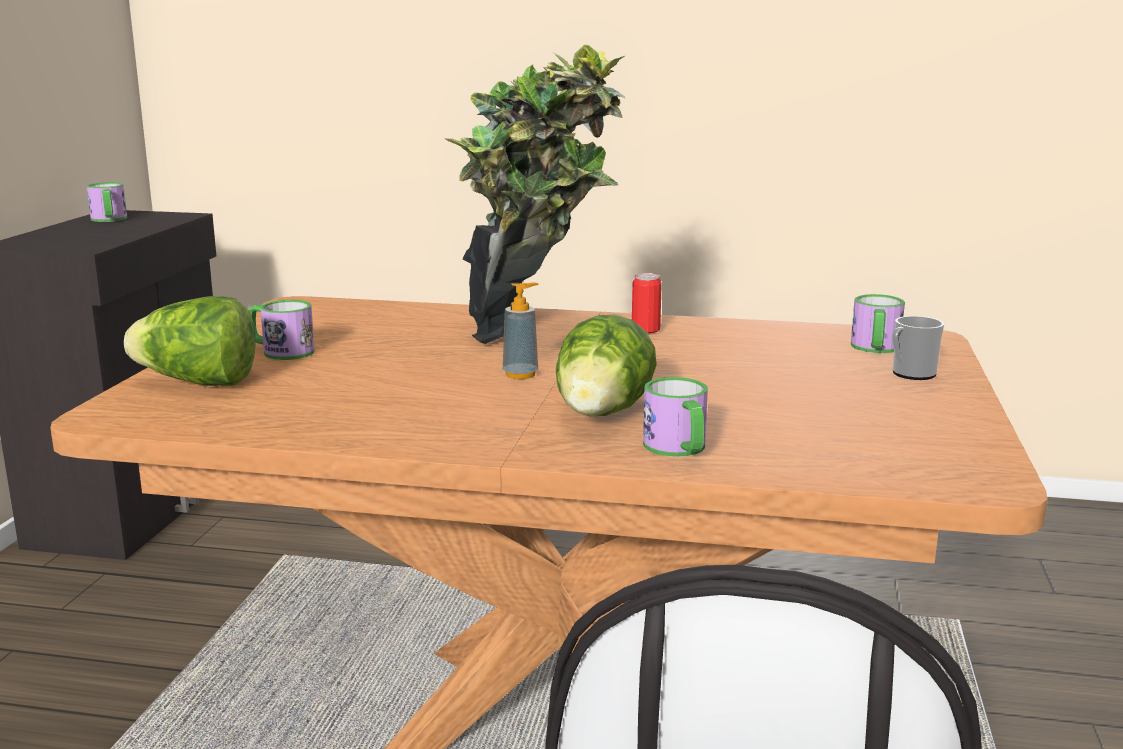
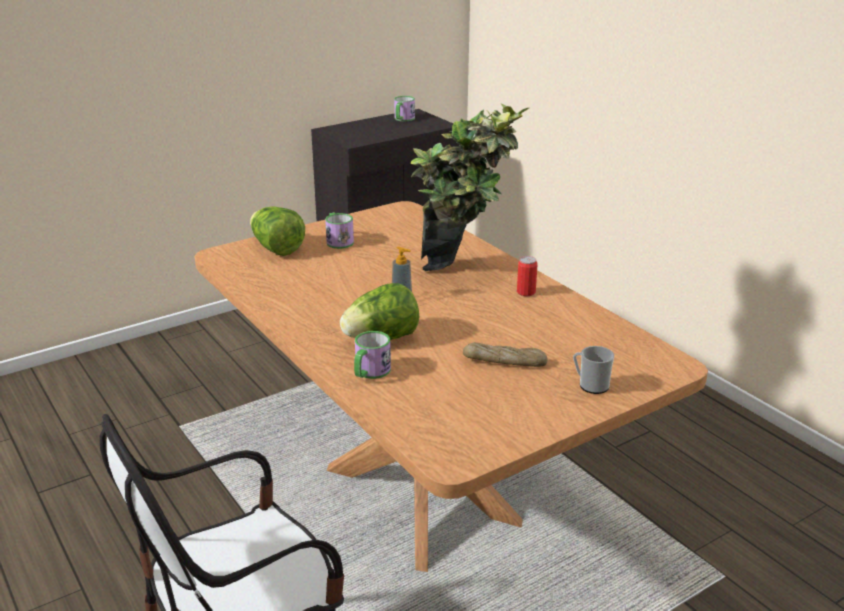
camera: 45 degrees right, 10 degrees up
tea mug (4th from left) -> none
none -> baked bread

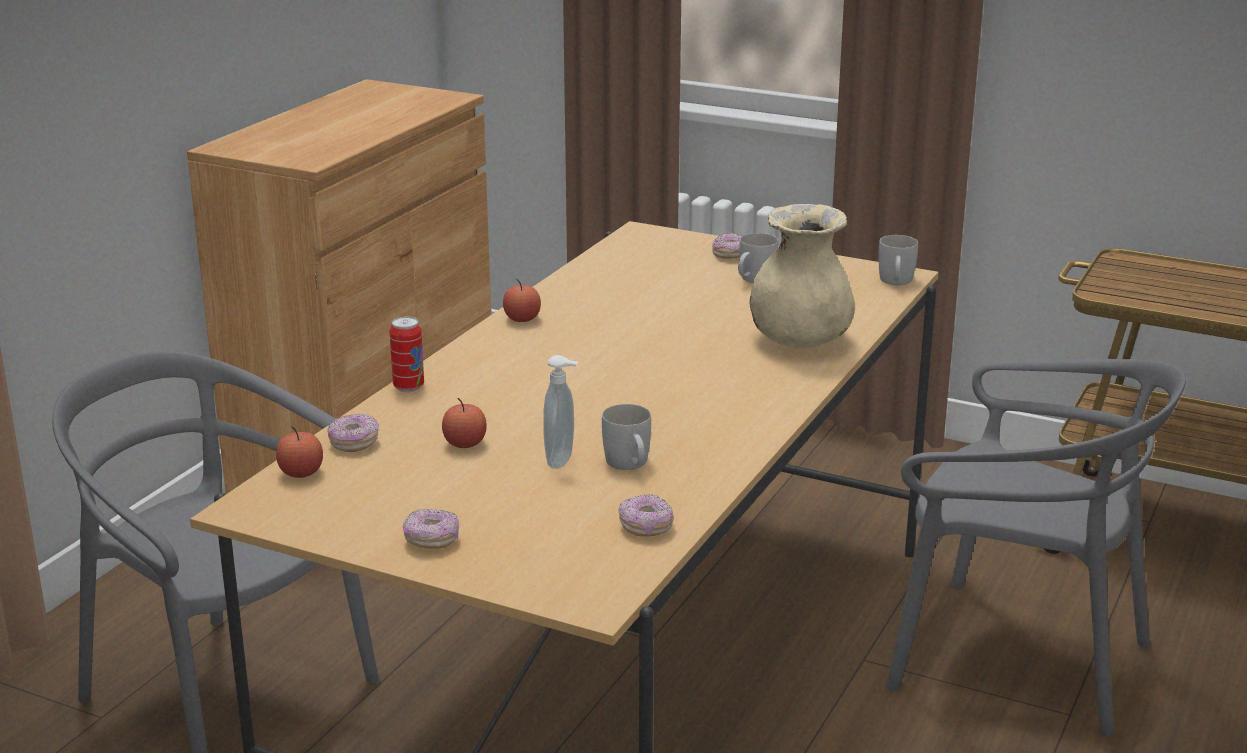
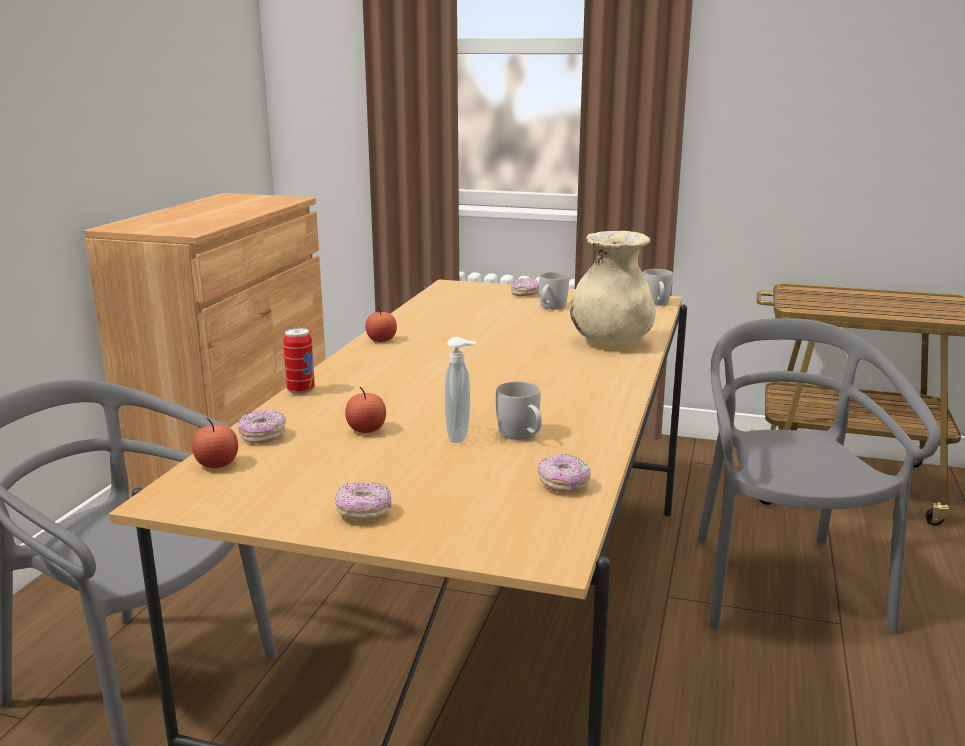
camera: 10 degrees left, 5 degrees down
plain chair (gray) (2nd from left), 105 degrees counterclockwise

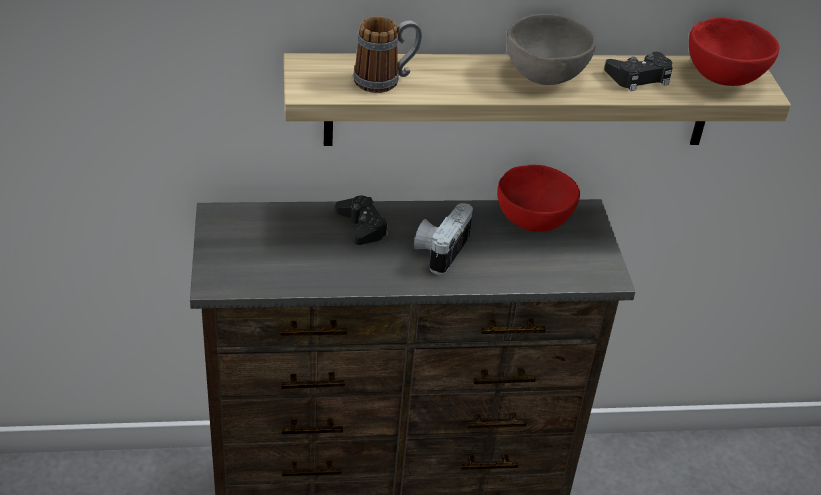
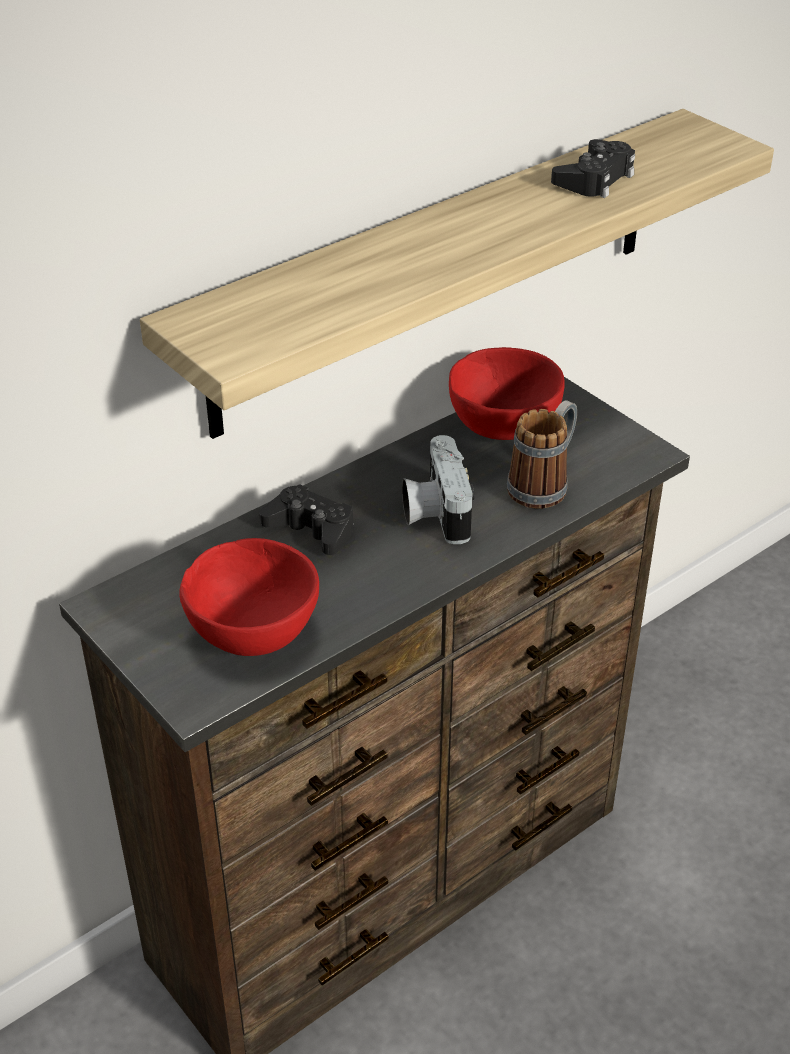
camera: 30 degrees left, 0 degrees up
tea mug, moved
deep dish (gray) -> none
deep dish (red-coloured) (2nd from left in the first image) -> deep dish (red-coloured) (1st from left), moved

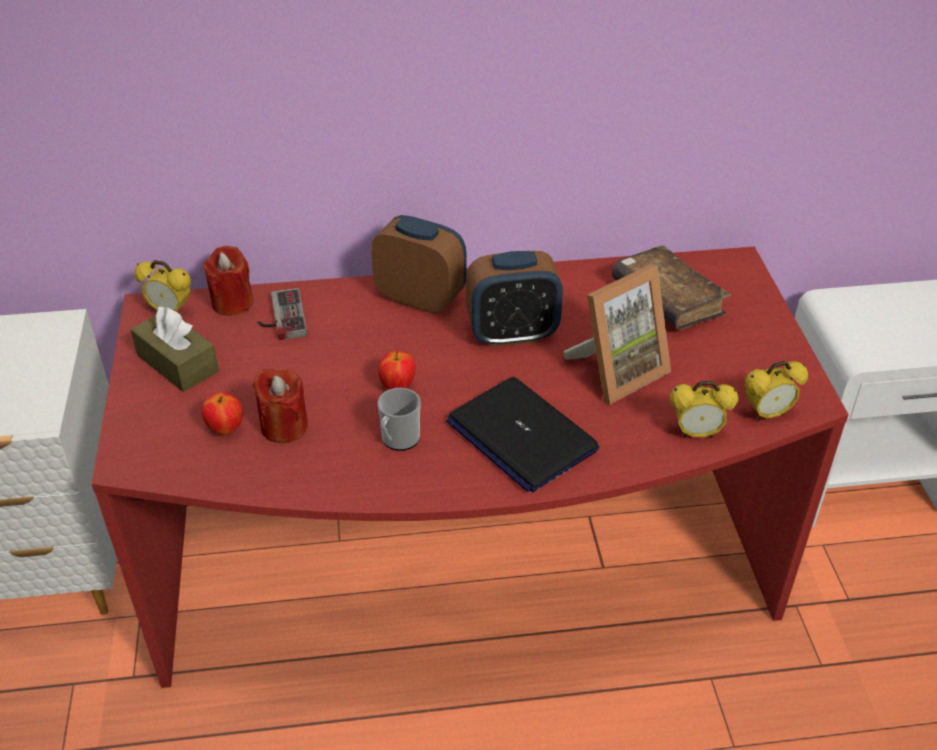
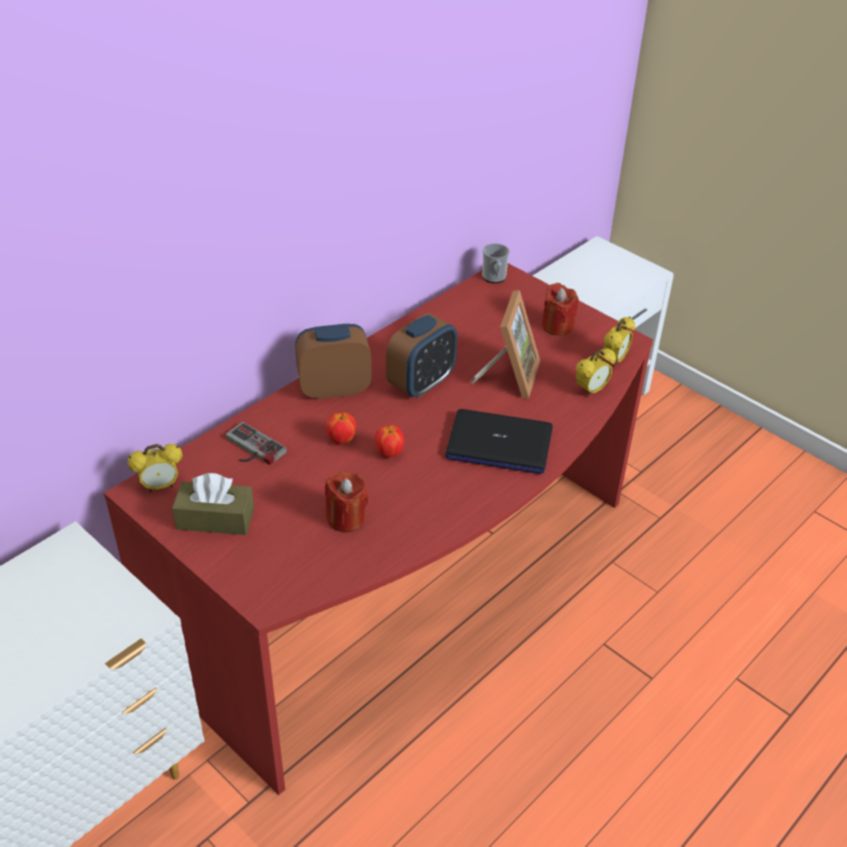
camera: 40 degrees left, 0 degrees up
whole apple (1st from left), moved
candle (red-coloured) (1st from left in the first image) -> candle (red-coloured) (2nd from left), moved
tea mug, moved
volume (brownish) -> none

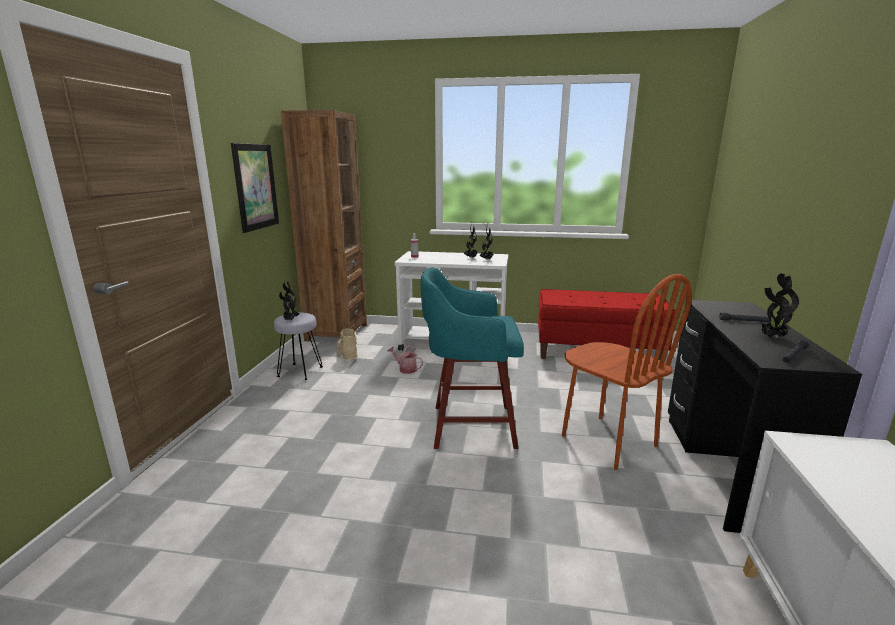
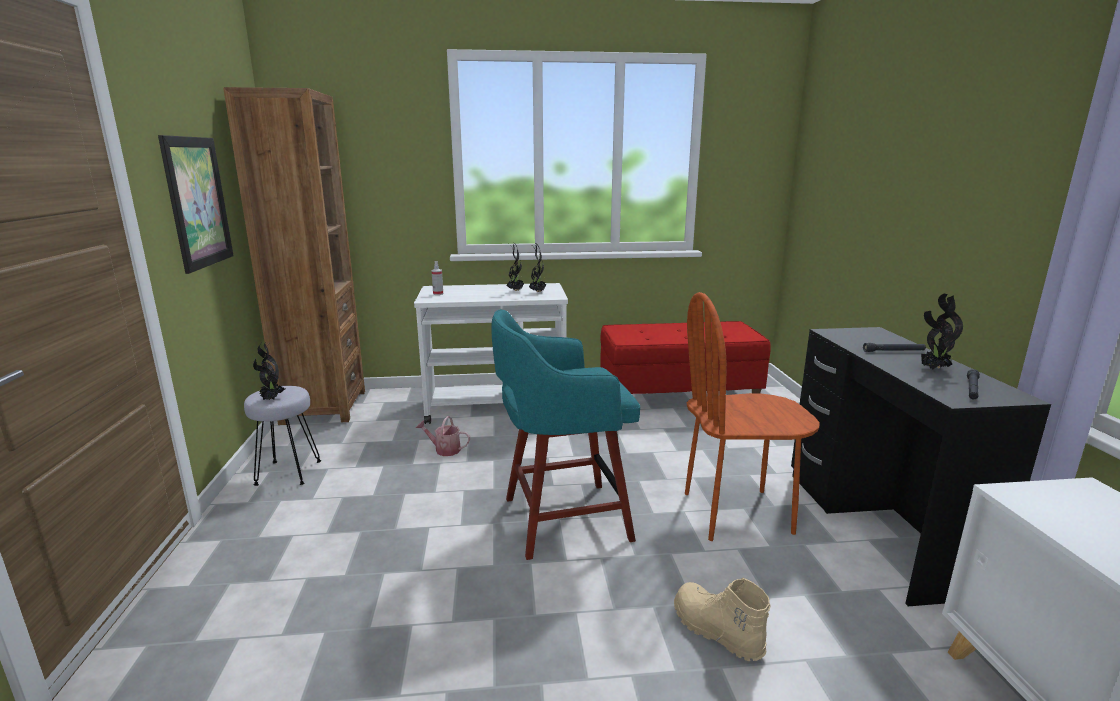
camera: 15 degrees left, 0 degrees up
high-top boot (beige-coloured), moved
plain chair (brownish), 135 degrees clockwise

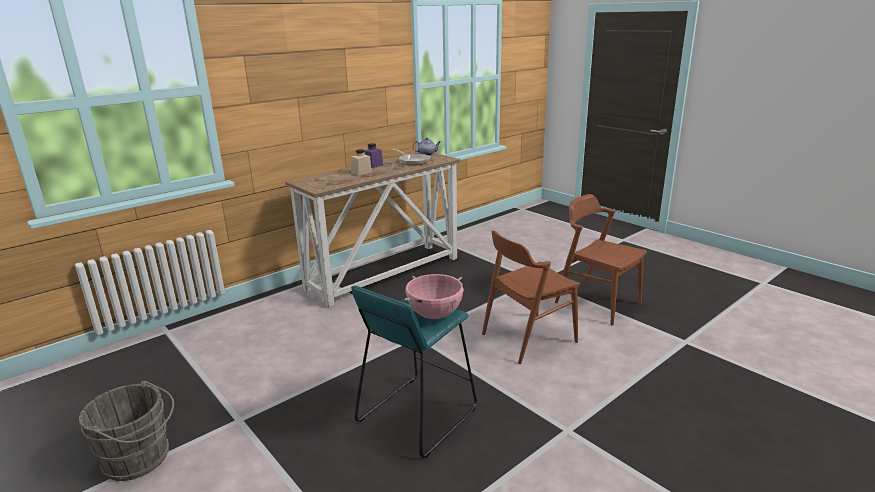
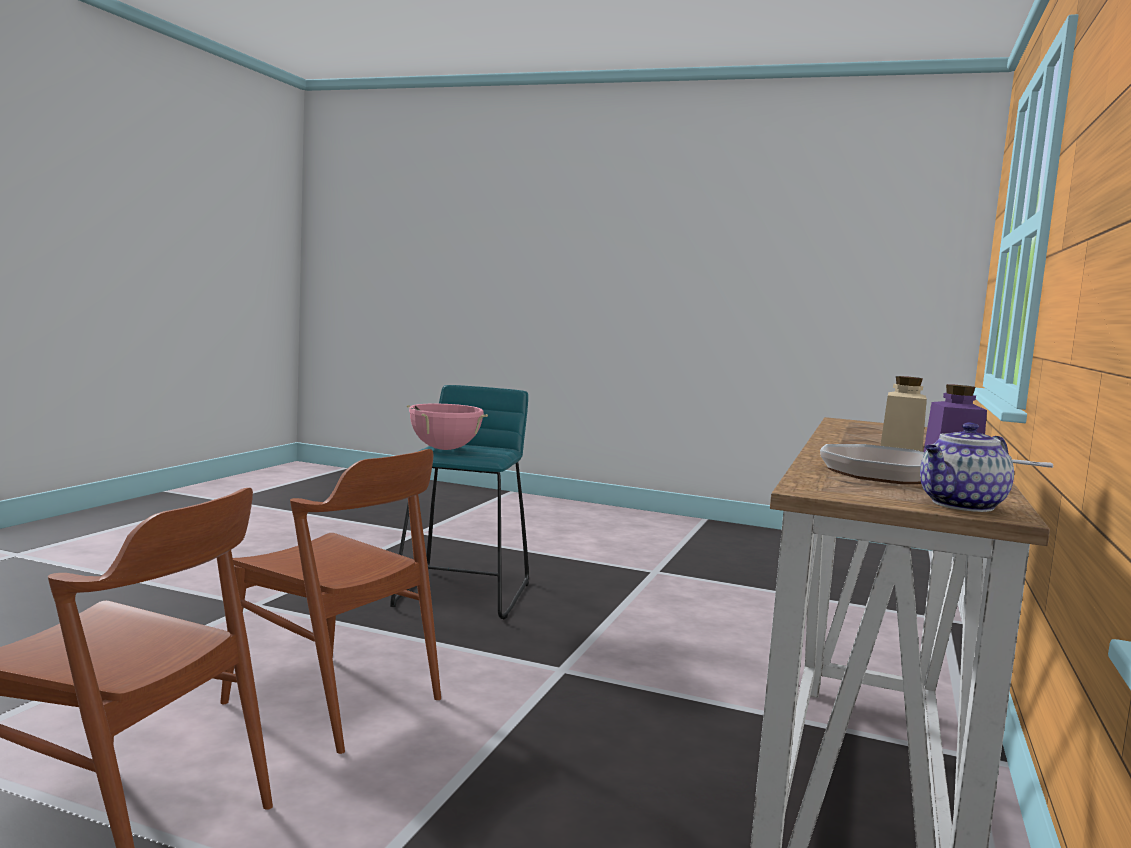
camera: 150 degrees right, 15 degrees down
water bucket (gray) -> none
plain chair (brownish) (1st from left in the first image) -> plain chair (brownish) (2nd from left), 90 degrees clockwise

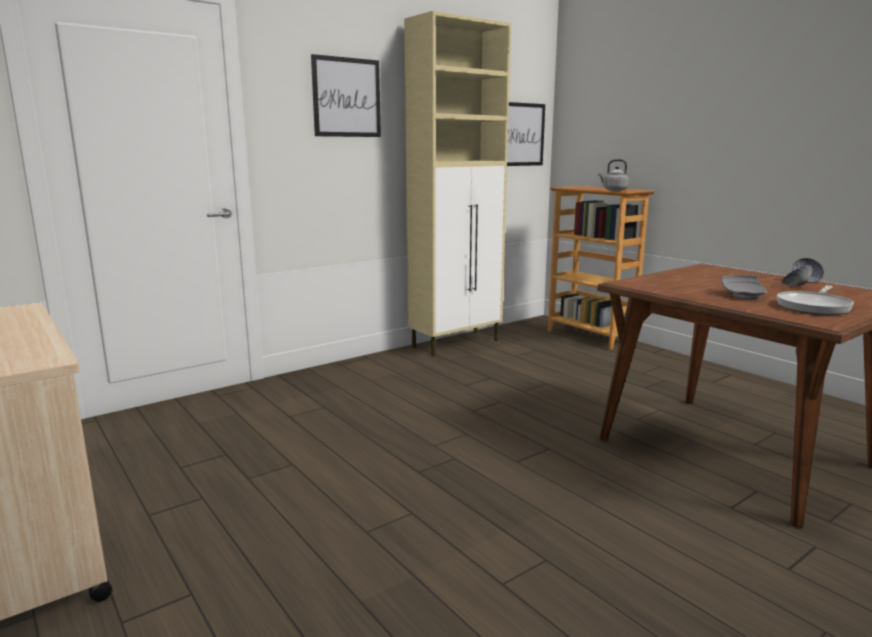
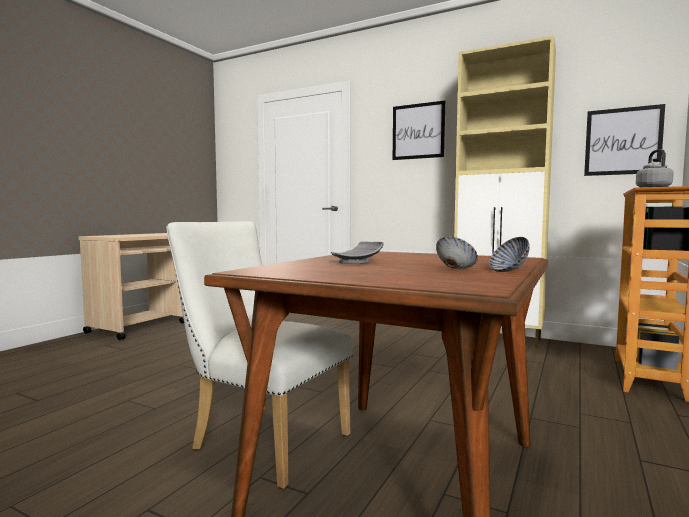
camera: 65 degrees right, 10 degrees down
skillet -> none
none -> plain chair (whitish)

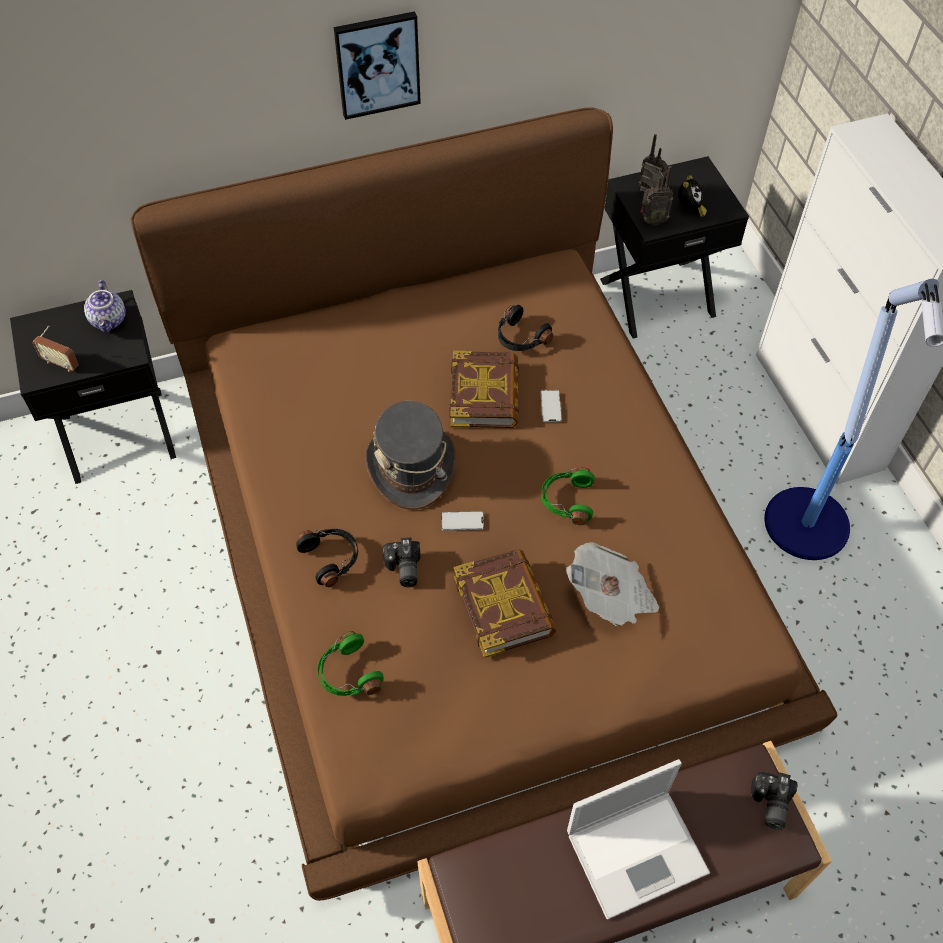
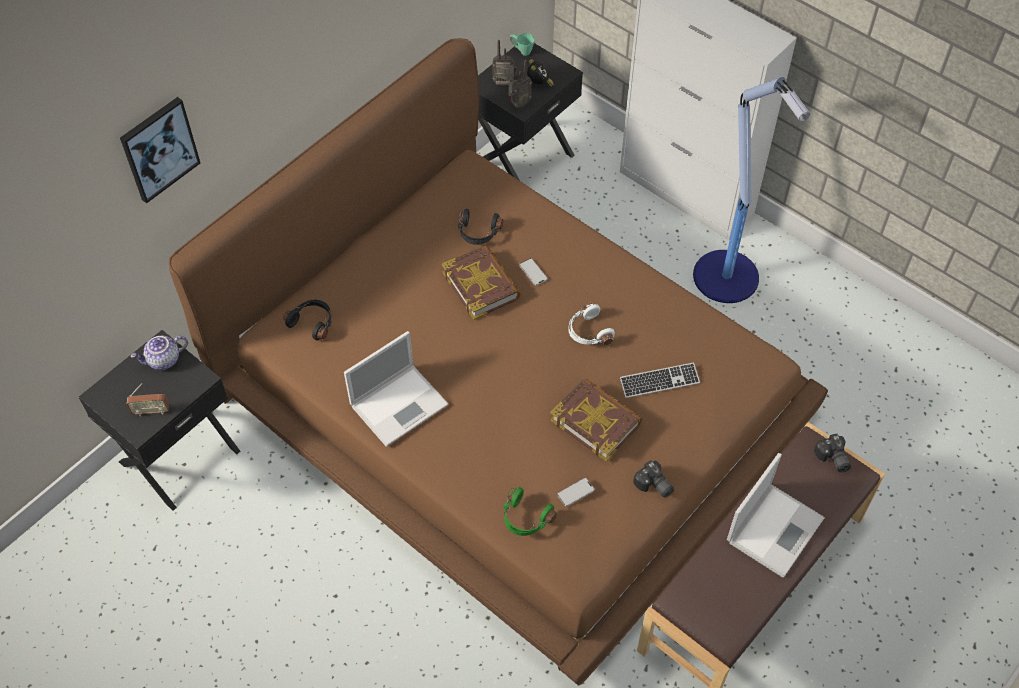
camera: 30 degrees left, 0 degrees up
pot for tea, 105 degrees clockwise
headphones (blackish) (1st from left), moved
wall art, moved
wearable hat (gray) -> none
photo camera (1st from left), moved
phone (1st from left in the first image) -> phone (2nd from left), moved
headphones (green) (2nd from left) -> headphones (whitish)
newspaper -> PC keyboard
none -> laptop (1st from left)
none -> tea mug (green)

